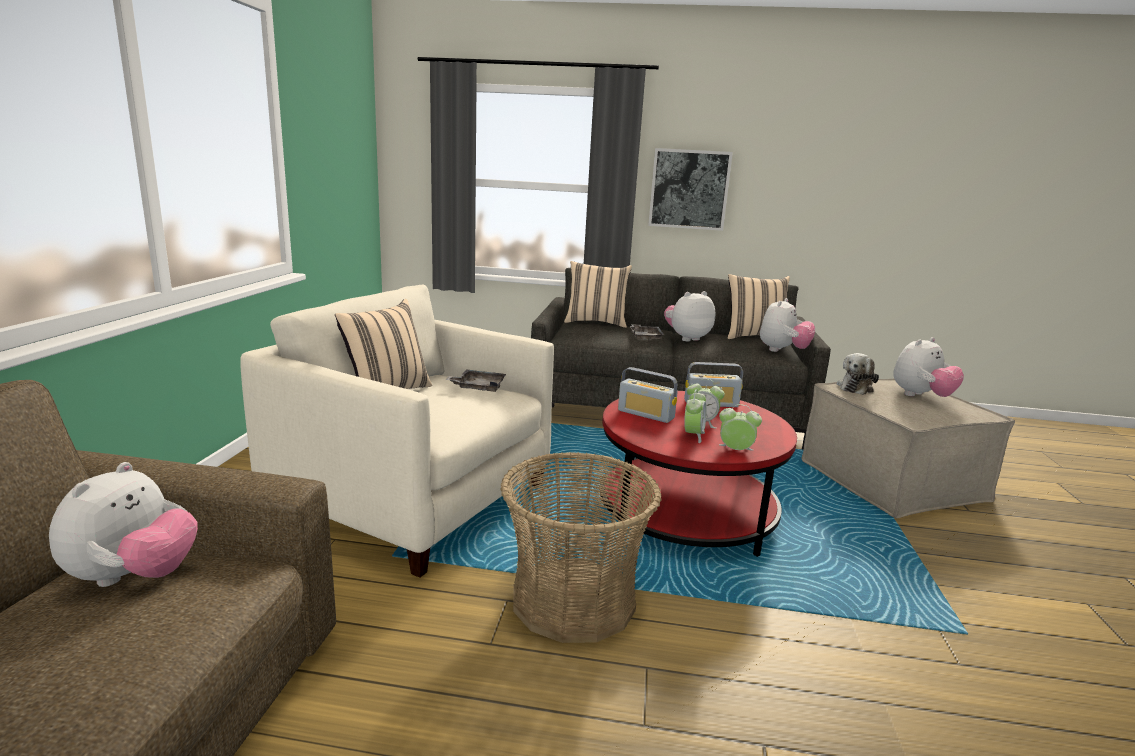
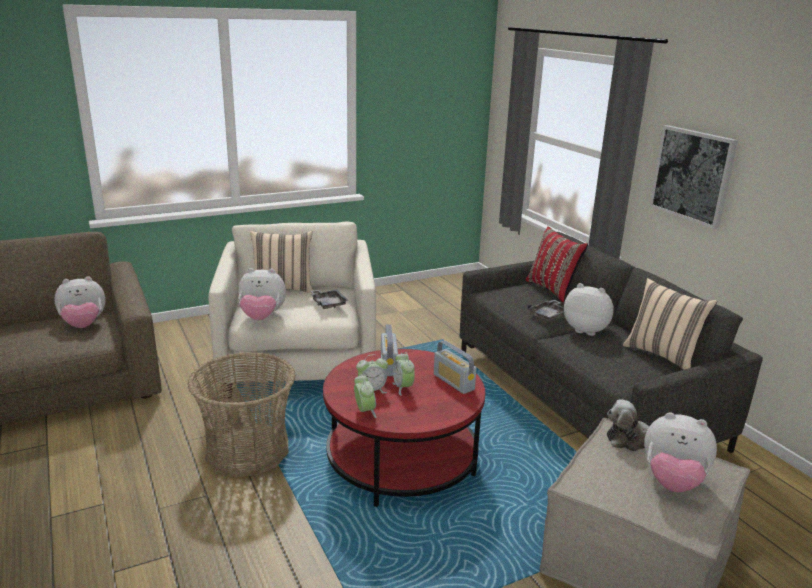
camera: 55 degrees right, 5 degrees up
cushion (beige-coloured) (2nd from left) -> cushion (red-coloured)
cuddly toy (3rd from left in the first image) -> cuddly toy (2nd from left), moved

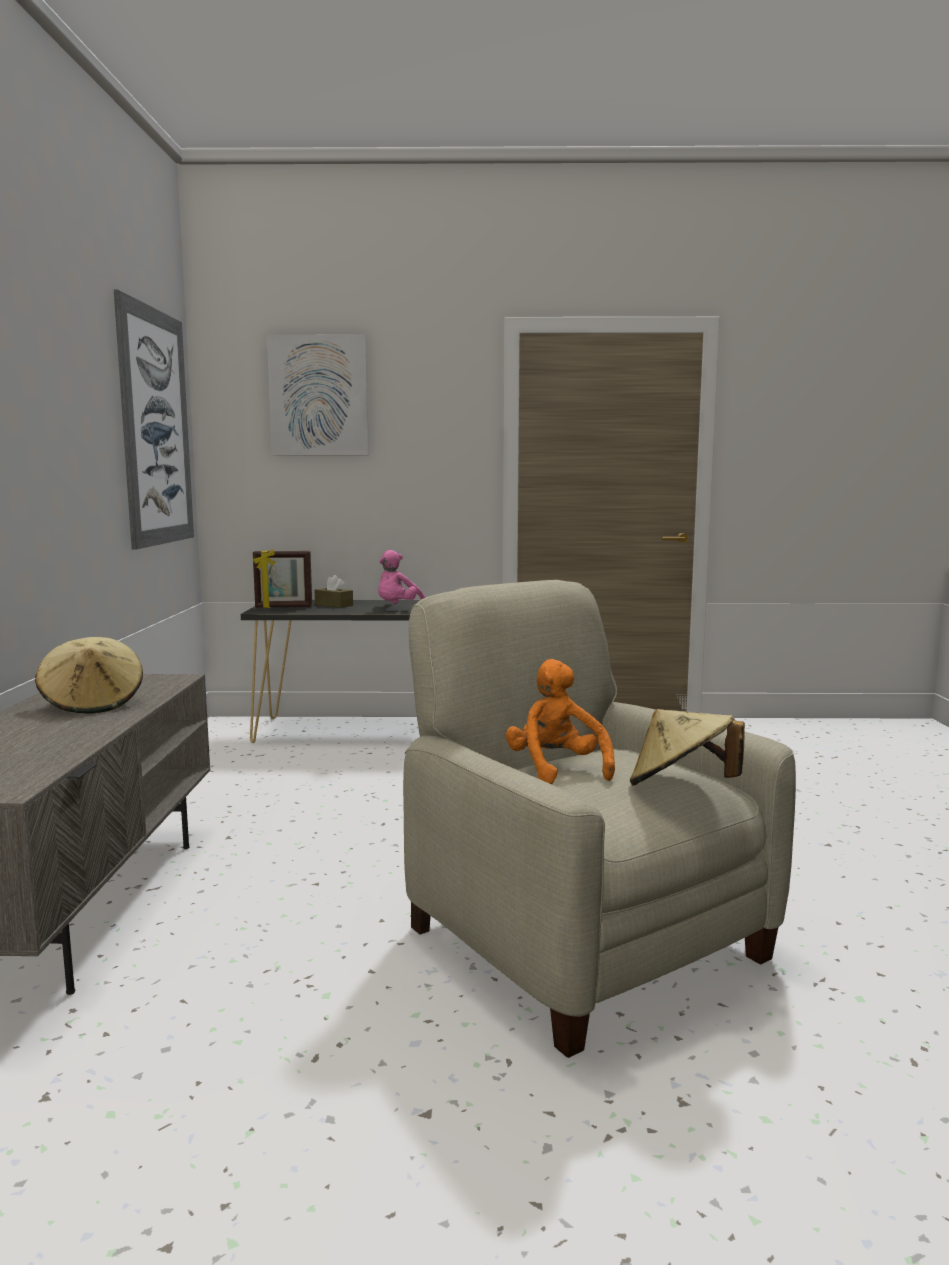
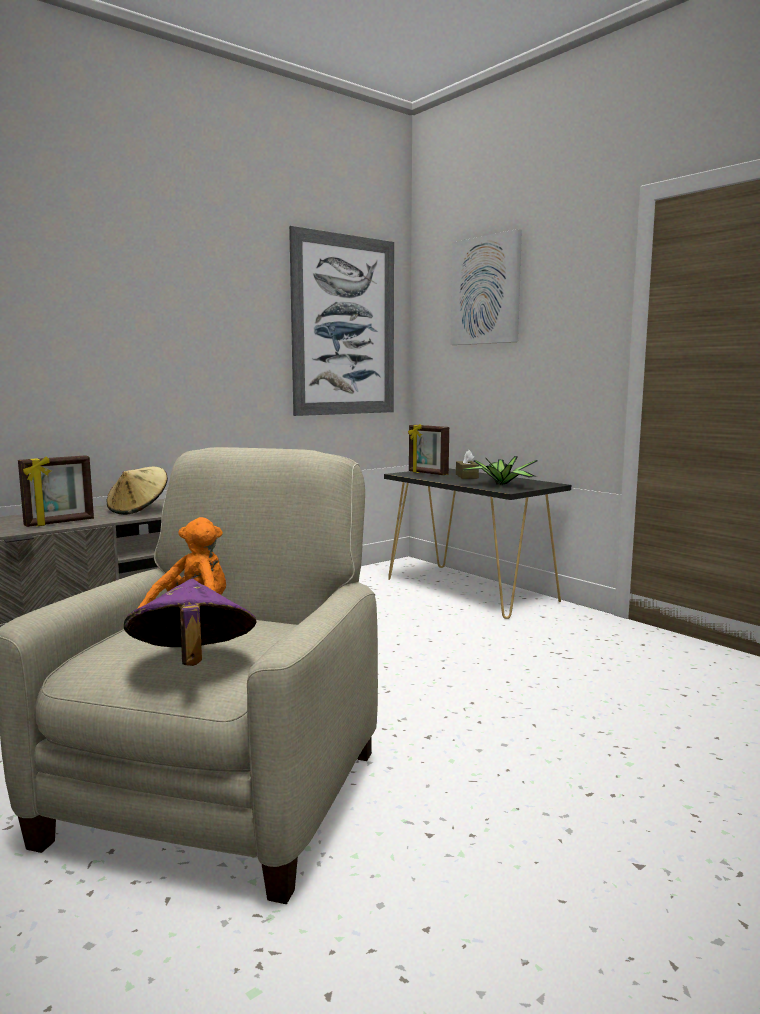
camera: 50 degrees right, 0 degrees up
cuddly toy (pink-coloured) -> houseplant
wearable hat (beige-coloured) (2nd from left) -> wearable hat (purple-coloured)
none -> photo frame (1st from left)

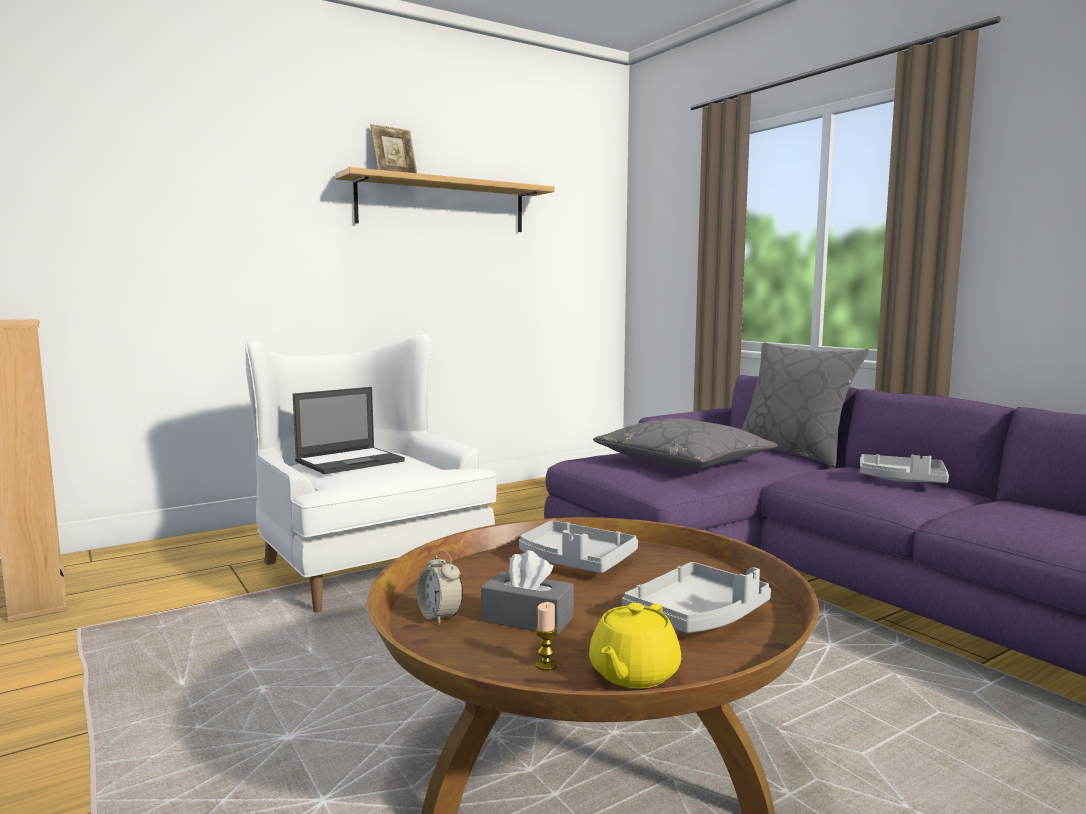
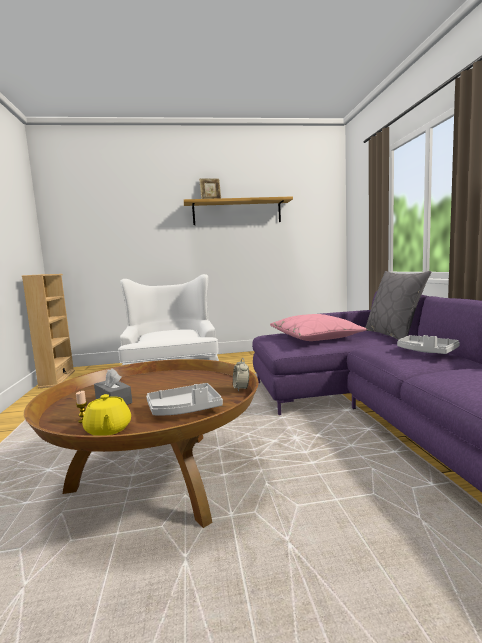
camera: 25 degrees right, 0 degrees up
laptop -> none
alarm clock, moved
serving tray (gray) (1st from left) -> none
pot for tea (yellow), 75 degrees counterclockwise
cushion (gray) (1st from left) -> cushion (pink-coloured)

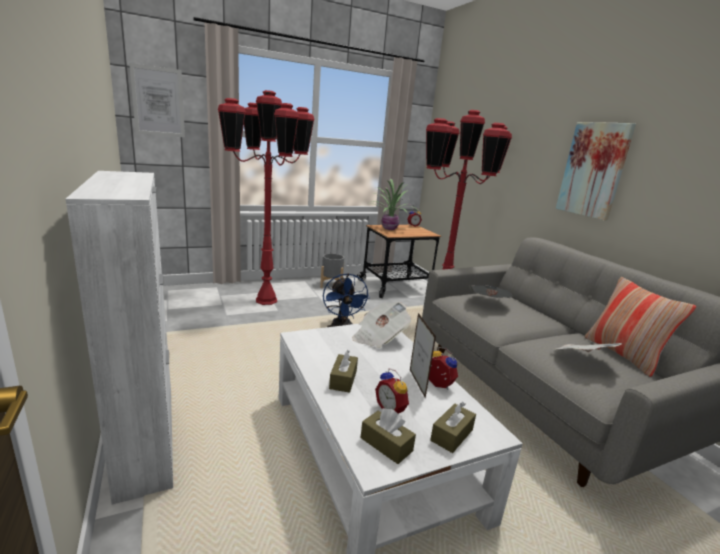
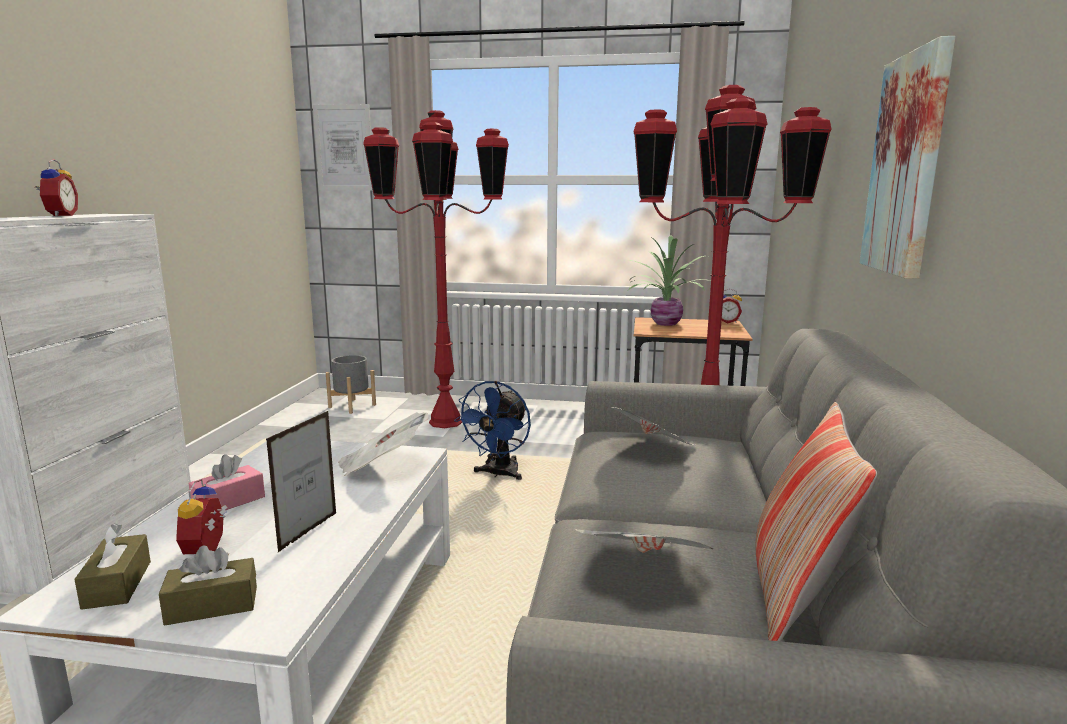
camera: 35 degrees right, 5 degrees down
planter (gray), moved
tissue holder (brownish) (1st from left) -> tissue holder (pink-coloured)
alarm clock (3rd from left in the first image) -> alarm clock (1st from left), moved

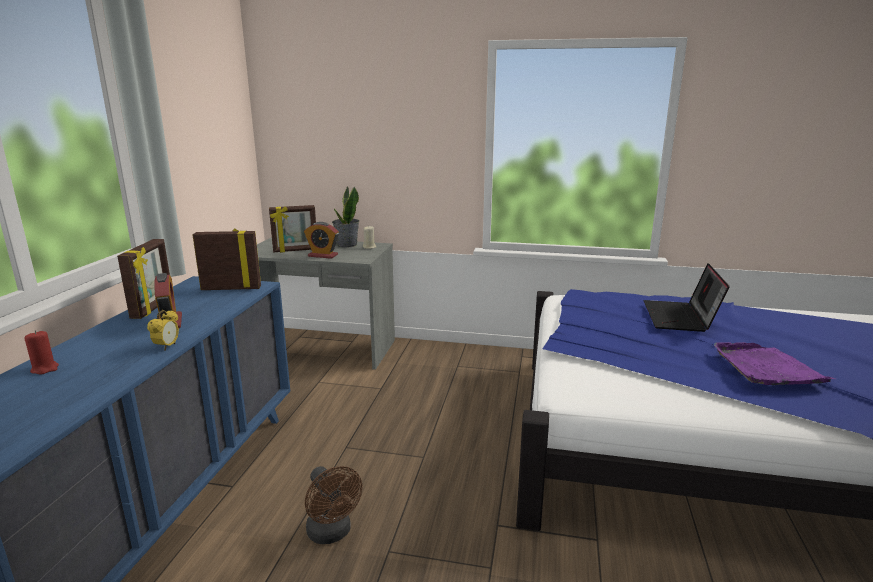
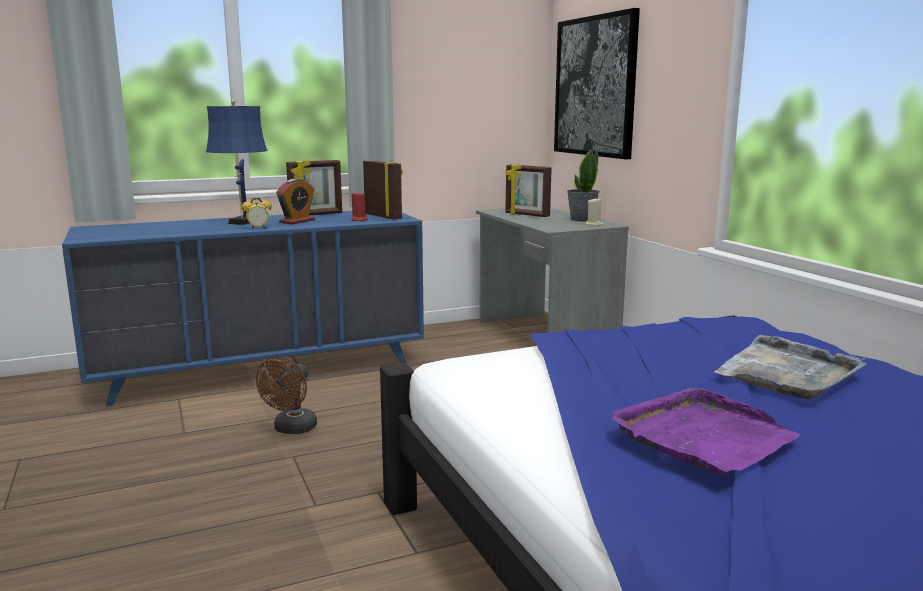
camera: 55 degrees right, 5 degrees down
candle (red-coloured), moved
alarm clock (3rd from left) -> none
laptop -> serving tray (gray)
none -> lamp for a table (bluish)
none -> wall art

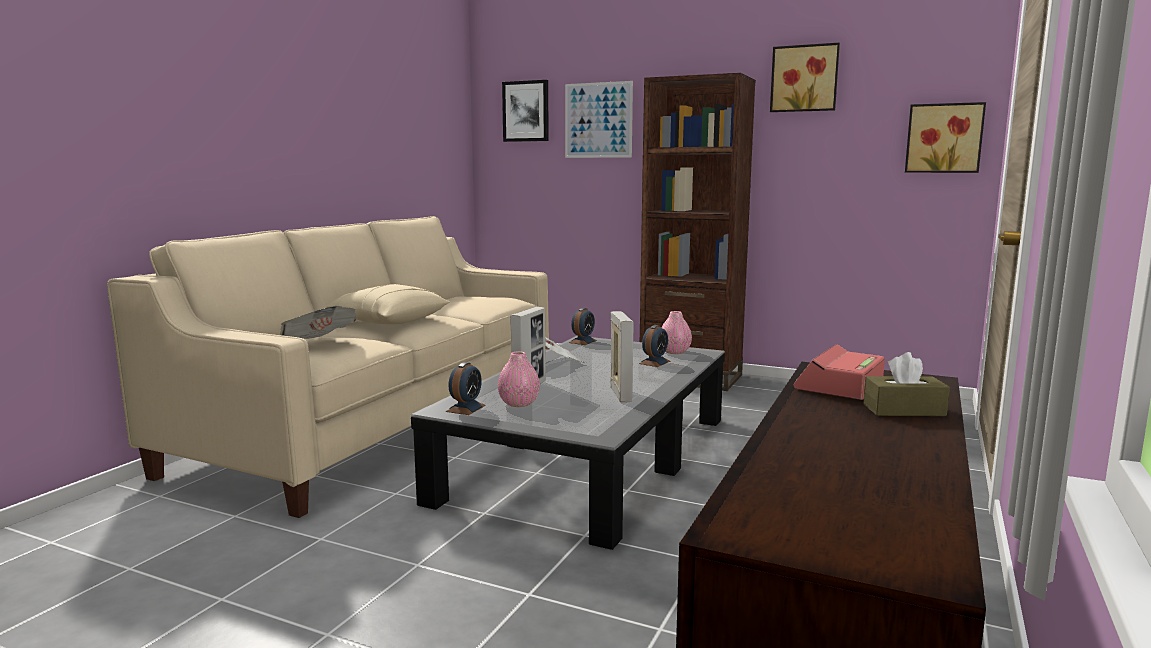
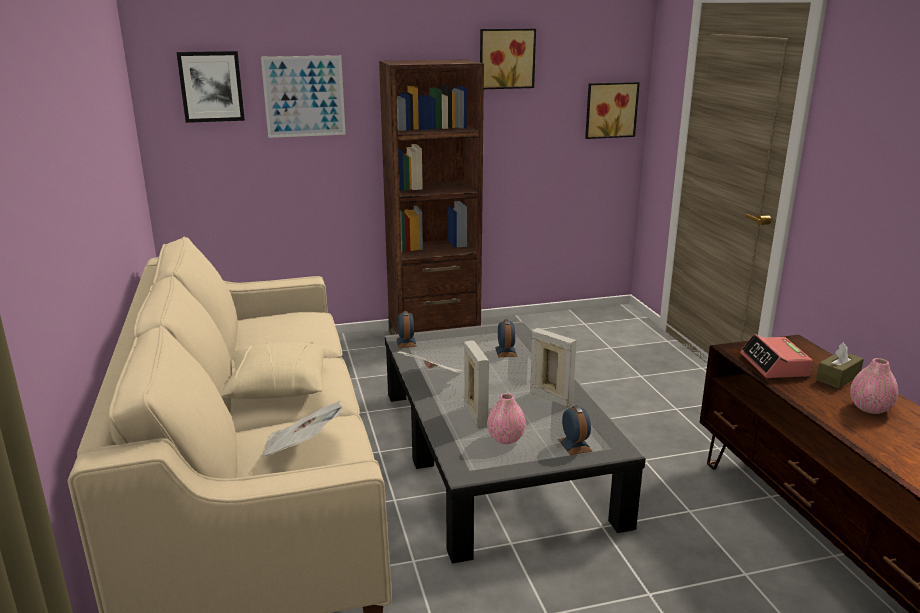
camera: 40 degrees left, 10 degrees up
alarm clock (1st from left in the first image) -> alarm clock (3rd from left), moved
decorative vase (pink-coloured) (2nd from left), moved

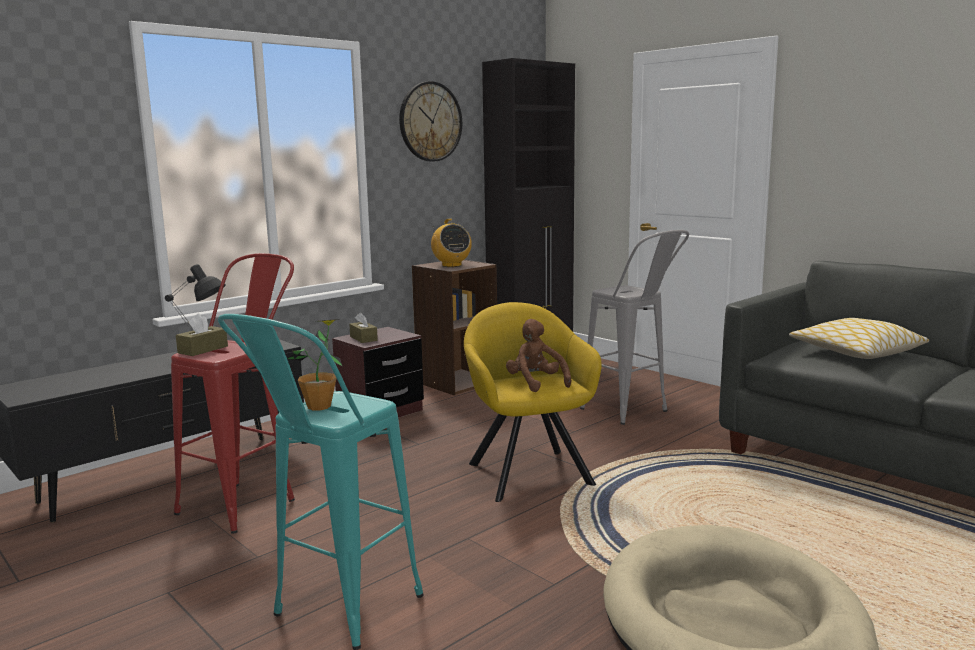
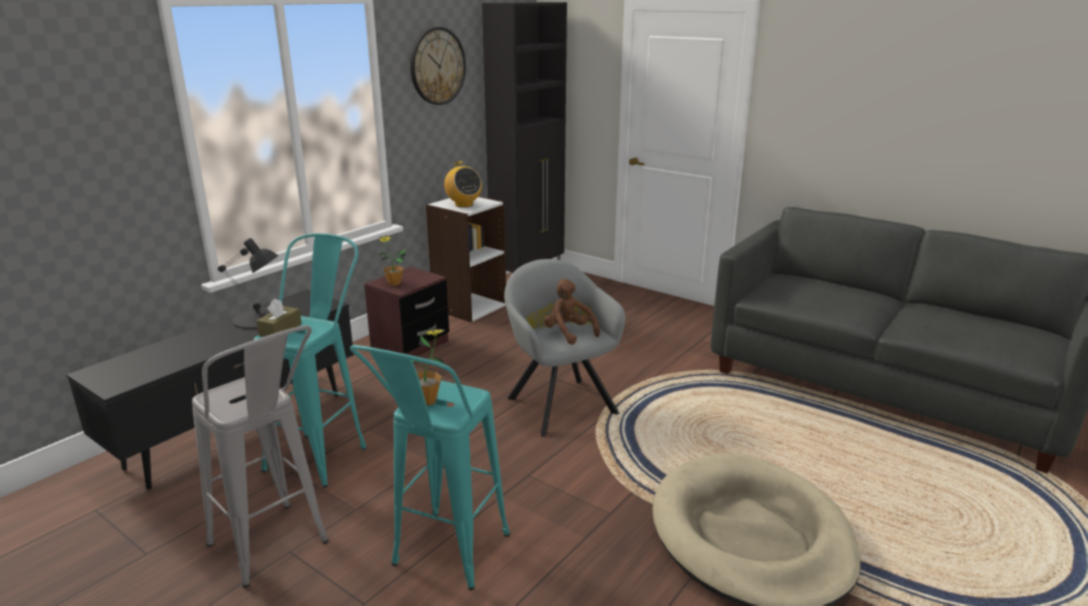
camera: 10 degrees left, 10 degrees up
stool (red-coloured) -> stool (blue-green) (1st from left)
tissue holder (brownish) (2nd from left) -> houseplant (1st from left)
shelving unit (brownish) -> shelving unit (whitish)
armchair (yellow) -> armchair (gray)
stool (gray), moved
cushion -> none

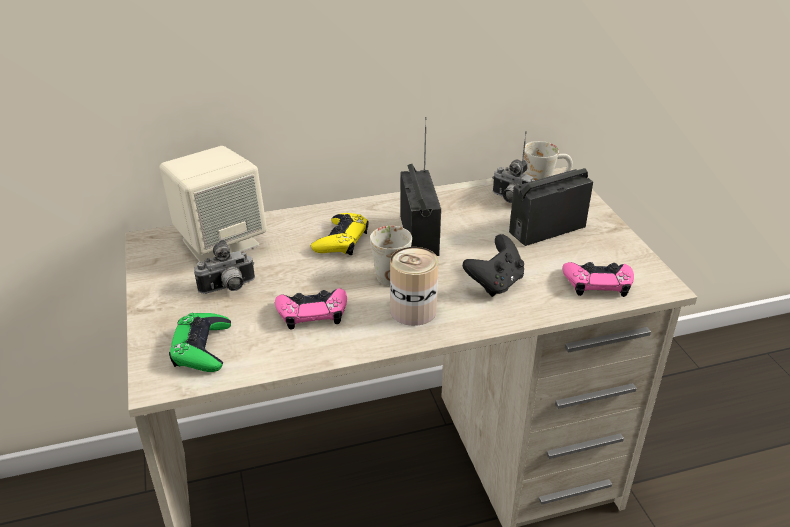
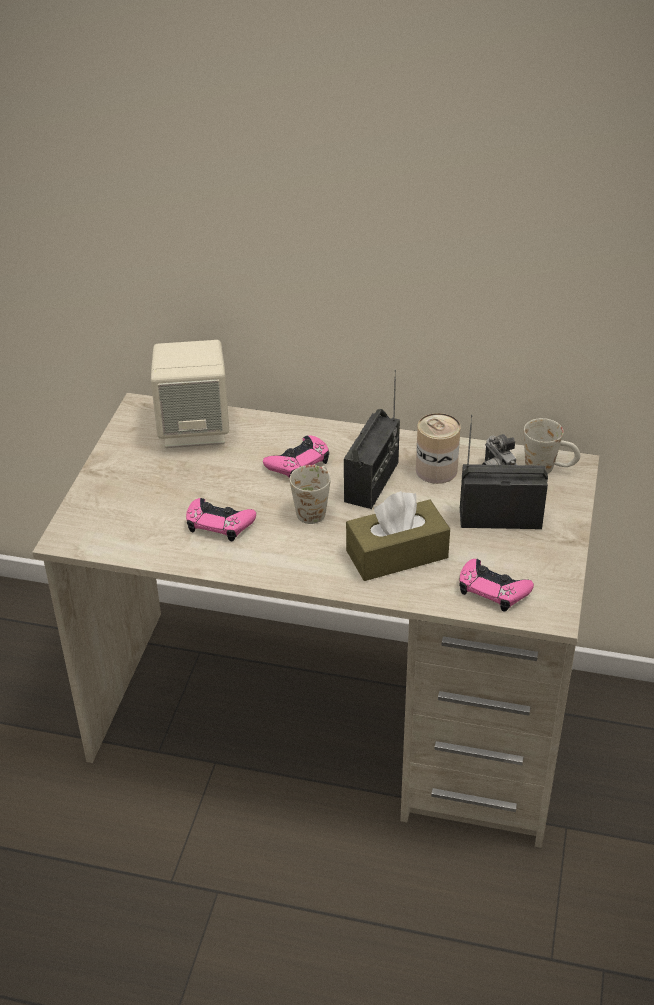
camera: 30 degrees right, 5 degrees up
game controller (green) -> none
photo camera (1st from left) -> none
game controller (yellow) -> game controller (pink-coloured) (2nd from left)
metal can, moved
game controller (blackish) -> tissue holder (brownish)

